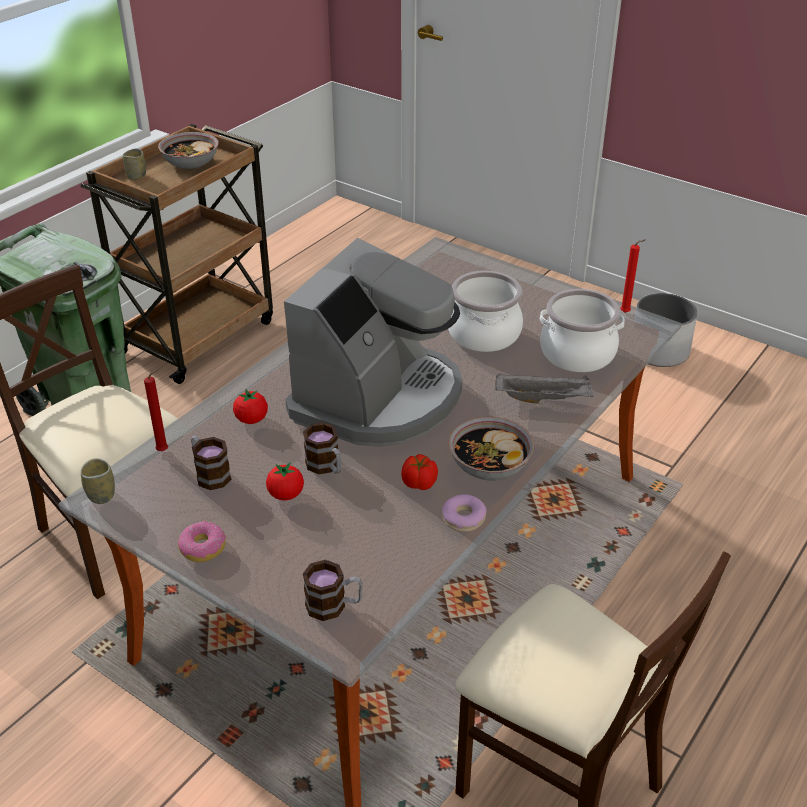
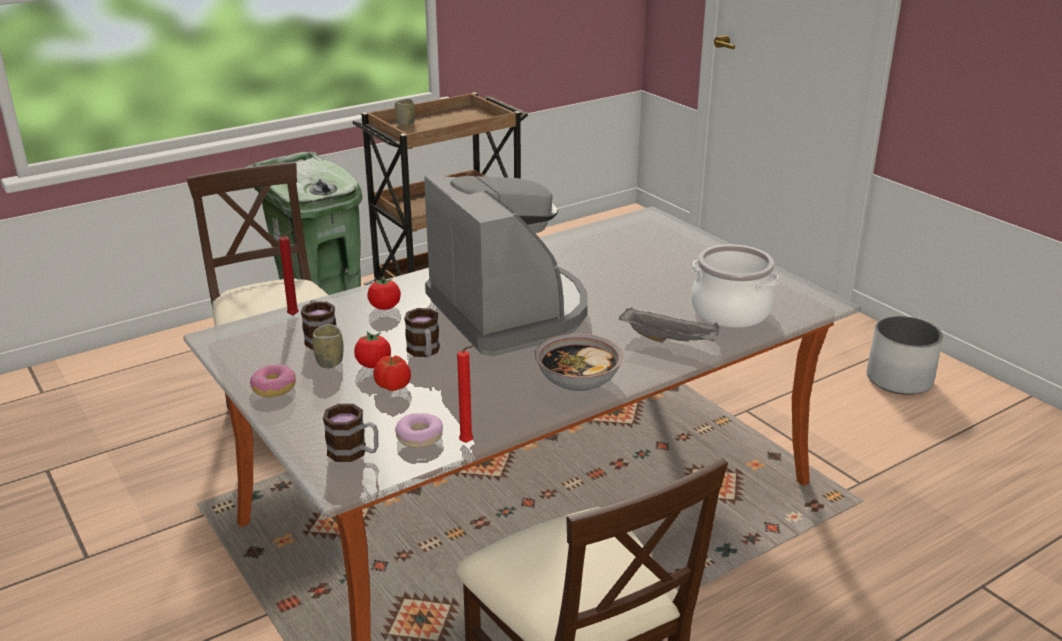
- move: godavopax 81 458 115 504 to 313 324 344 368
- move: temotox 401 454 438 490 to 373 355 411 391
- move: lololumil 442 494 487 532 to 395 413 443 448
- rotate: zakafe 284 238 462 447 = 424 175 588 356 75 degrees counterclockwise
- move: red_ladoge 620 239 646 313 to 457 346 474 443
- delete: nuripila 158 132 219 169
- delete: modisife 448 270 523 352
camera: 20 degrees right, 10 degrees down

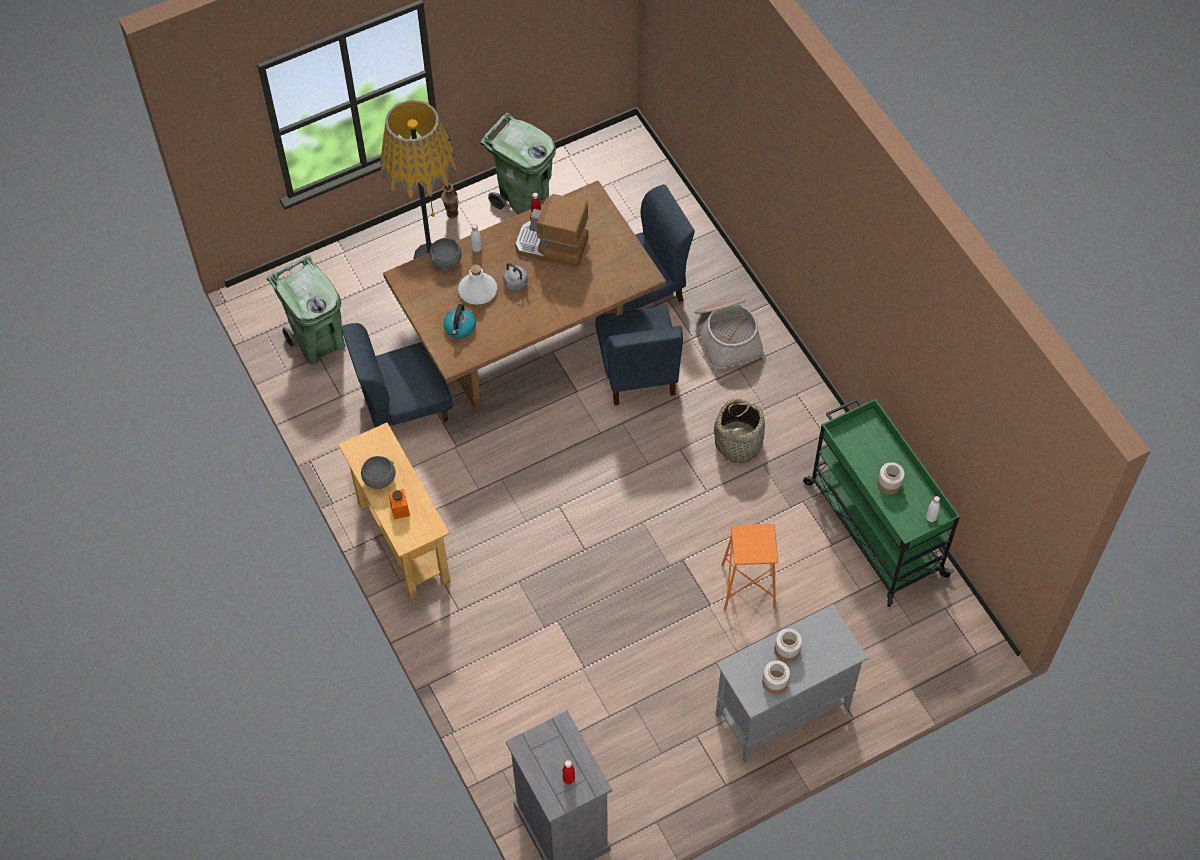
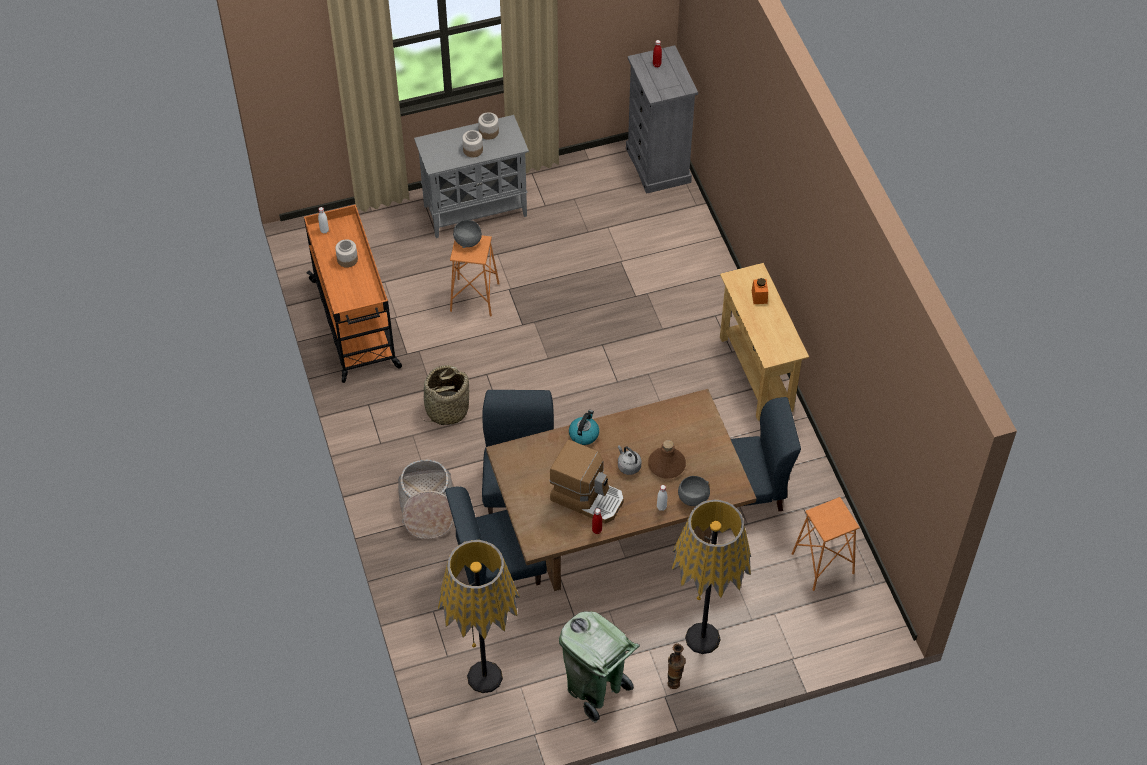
- recolor: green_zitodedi 803 399 960 607 to orange_zitodedi 304 205 402 383
- insert: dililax 438 540 520 693
- move: grey_nuripila 361 456 395 489 to 453 220 482 248
- move: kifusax 443 304 476 338 to 569 410 599 445
- recolor: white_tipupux 458 264 497 305 to brown_tipupux 648 440 686 479
- replace: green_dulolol 266 255 346 365 to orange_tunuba 792 497 860 591
camera: 170 degrees left, 5 degrees down

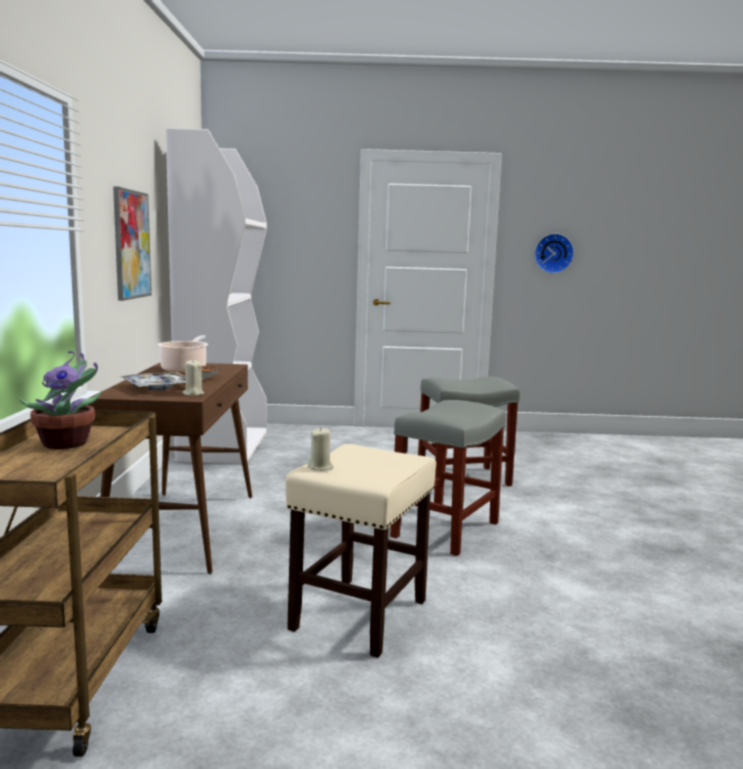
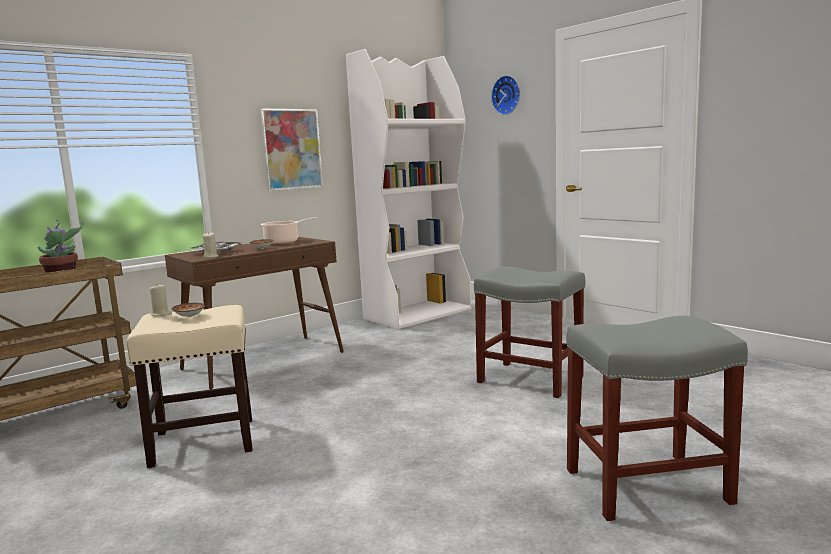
- insert: nuripila 172 303 205 318
- move: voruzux 534 233 574 274 to 491 75 520 115
- move: grey_tunuba 390 400 506 556 to 566 315 748 521
camera: 50 degrees right, 0 degrees up

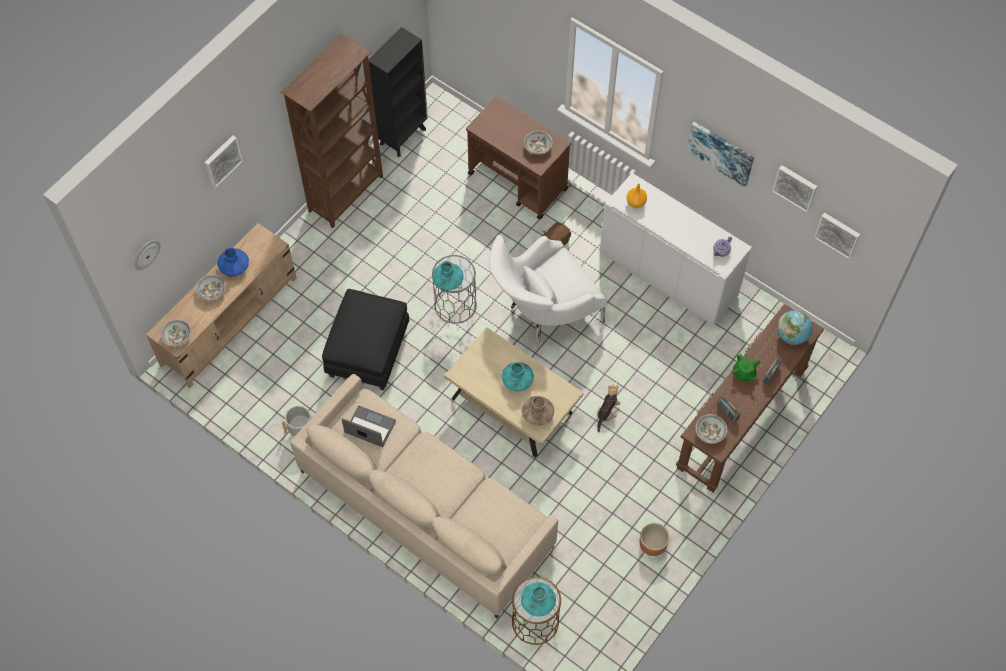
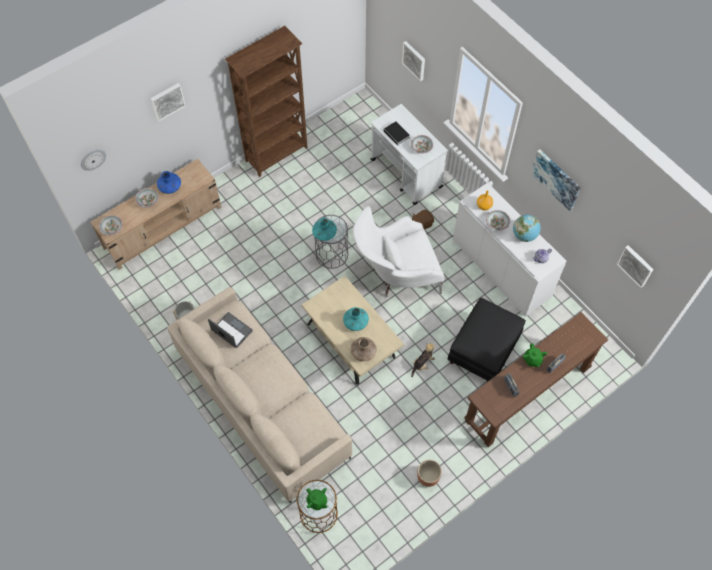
- replace: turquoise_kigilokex 521 582 556 616 to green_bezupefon 306 488 328 510
- recolor: brown_zitodedi 466 97 571 219 to white_zitodedi 371 104 448 205
- insert: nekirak 384 121 410 148
- move: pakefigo 772 165 818 213 to 402 41 425 81
- move: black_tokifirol 322 289 409 390 to 447 298 526 381
- move: nuripila 695 414 728 444 to 486 210 510 231
- move: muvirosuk 777 310 812 345 to 513 215 541 242
- delete: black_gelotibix 368 27 428 157
camera: 15 degrees right, 0 degrees up

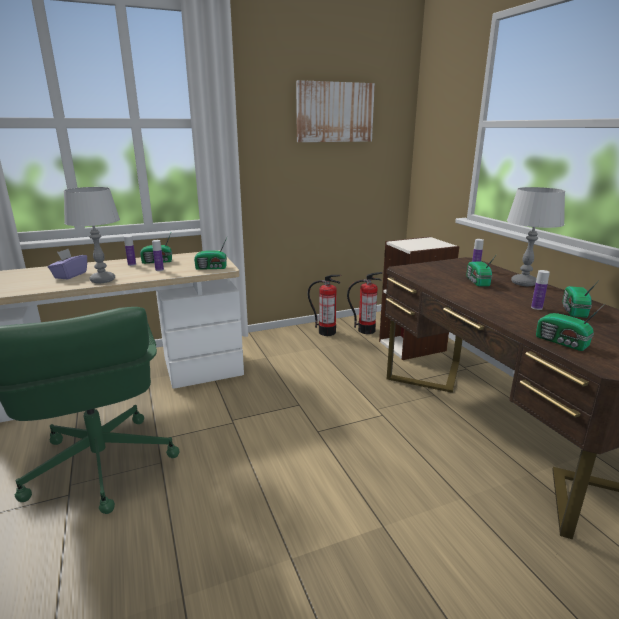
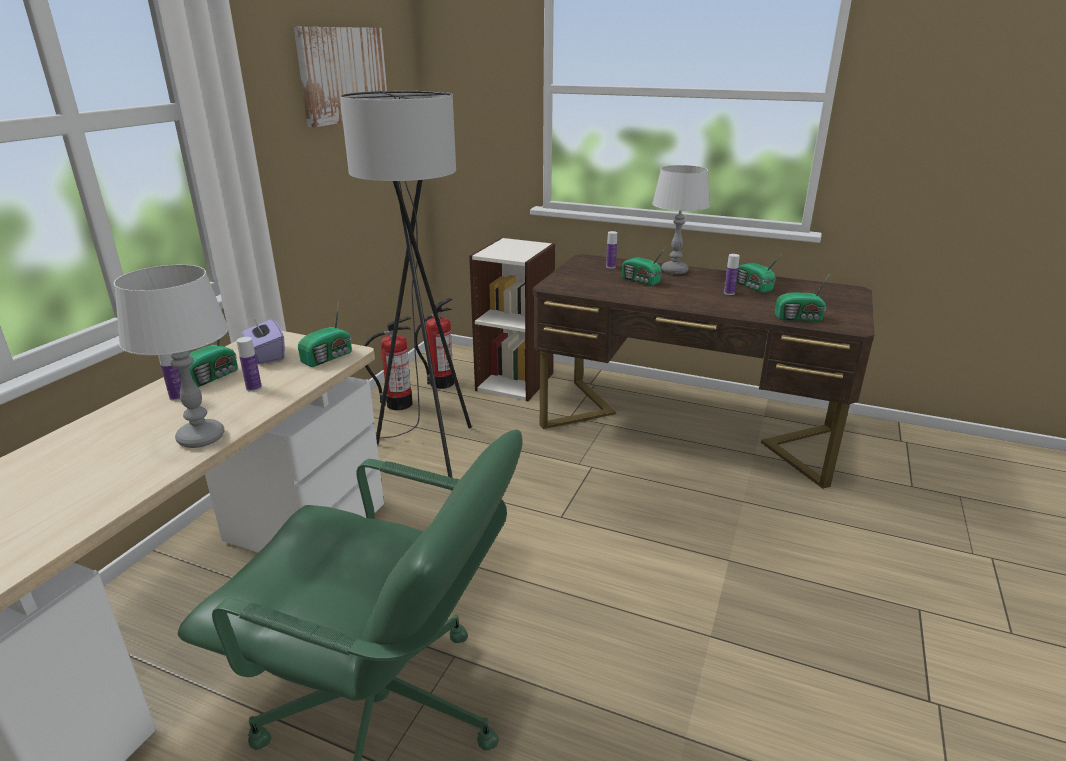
- move: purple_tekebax 48 249 87 280 to 242 315 285 364
- insert: grey_dililax 340 91 472 478
camera: 45 degrees left, 5 degrees up

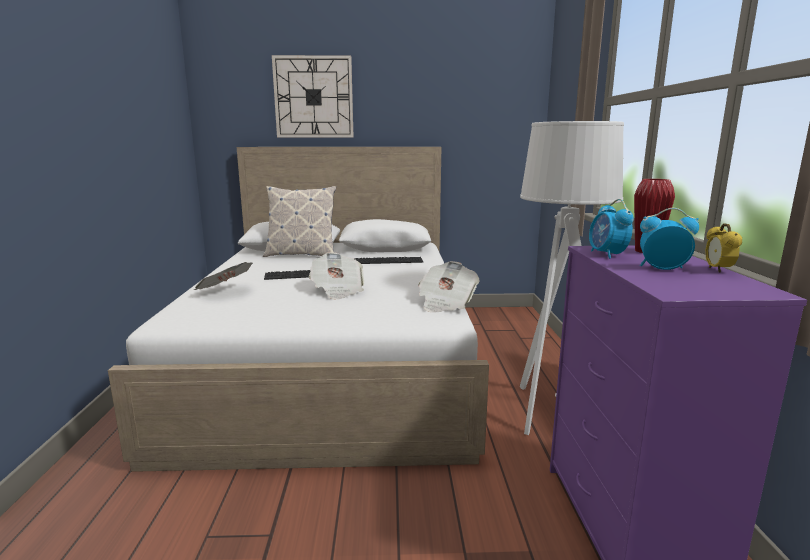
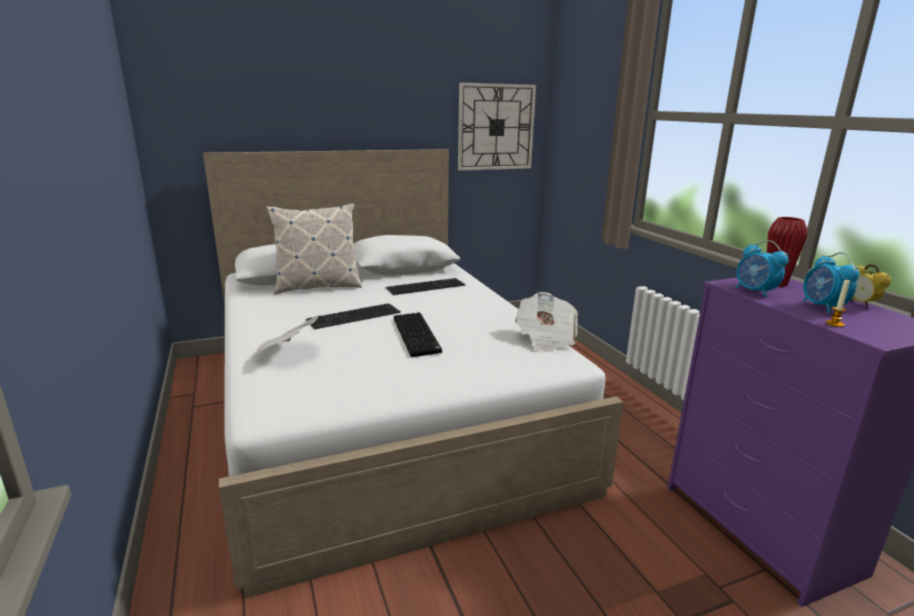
- replace: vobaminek 309 252 364 300 to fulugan 394 312 442 357
- move: voruzux 272 55 354 138 to 458 83 536 171
- rotate: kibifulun 640 208 699 270 = 803 252 860 313 90 degrees counterclockwise
- insert: ladoge 826 279 850 327
- delete: grey_dililax 520 121 624 435
camera: 20 degrees left, 5 degrees up

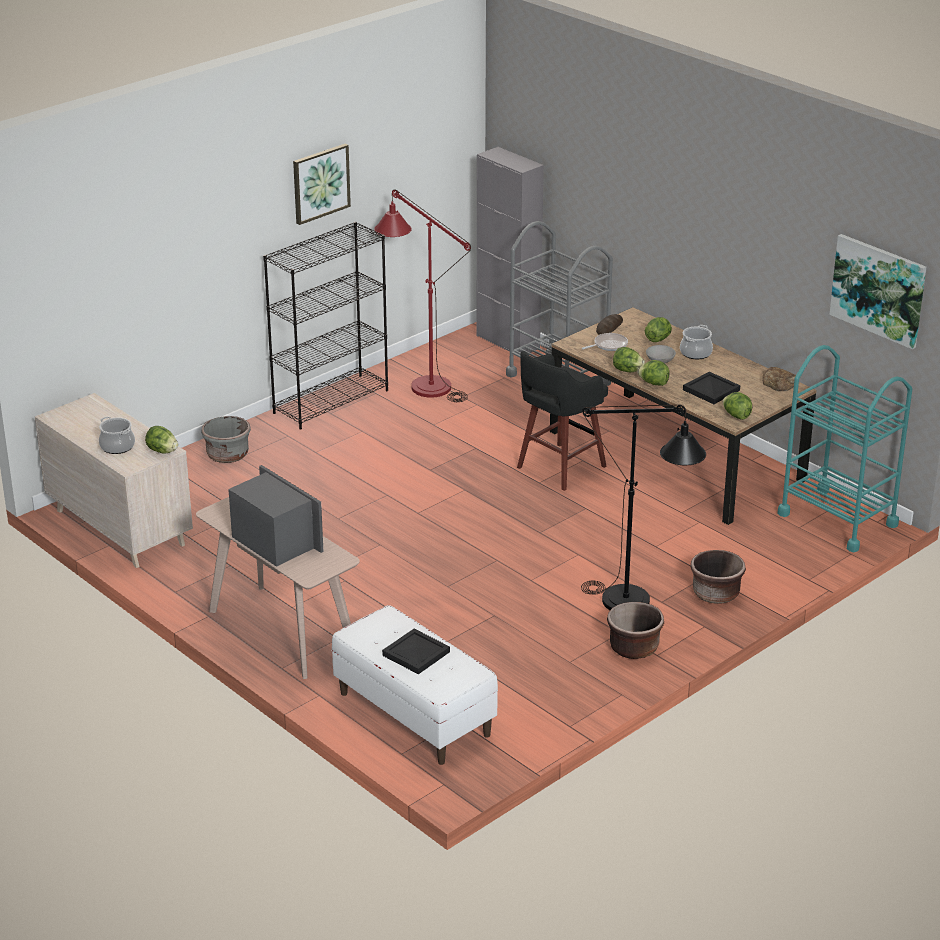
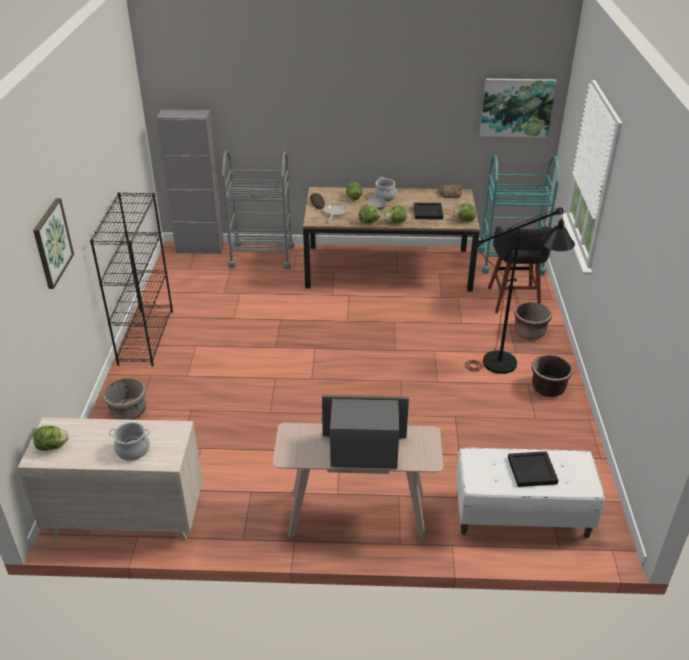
- move: pakefigo 293 144 351 225 to 33 198 74 289
- move: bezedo 145 426 178 454 to 33 425 69 451
- move: black_tunuba 517 351 608 491 to 488 226 553 313
- delete: red_dililax 374 190 471 402
camera: 45 degrees left, 5 degrees up

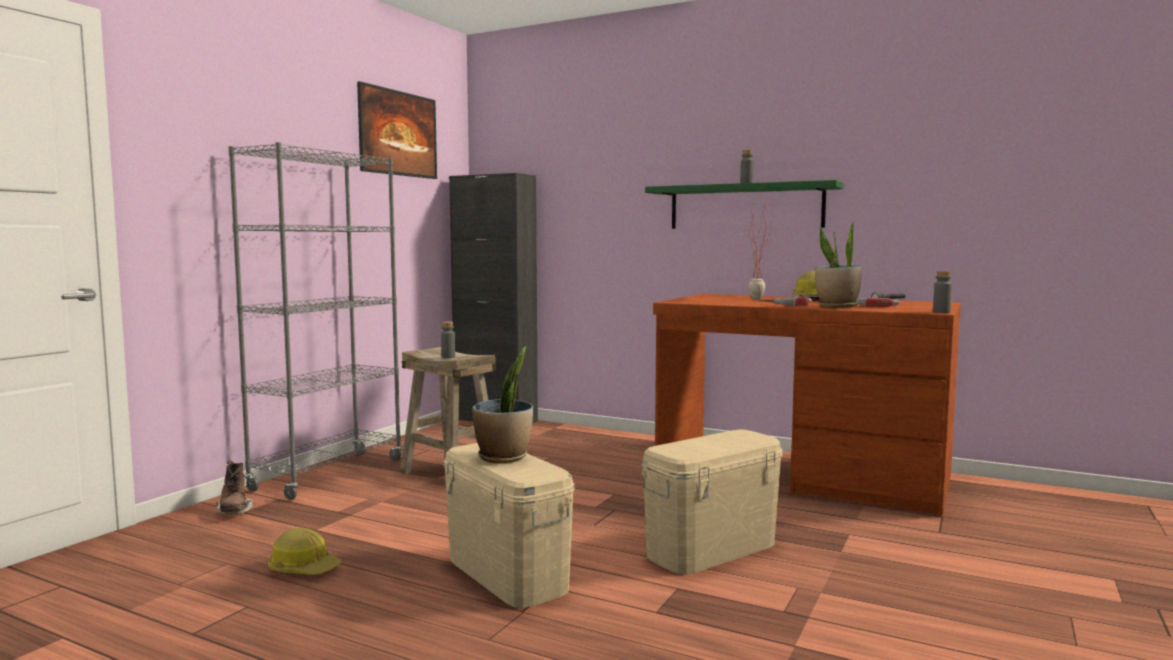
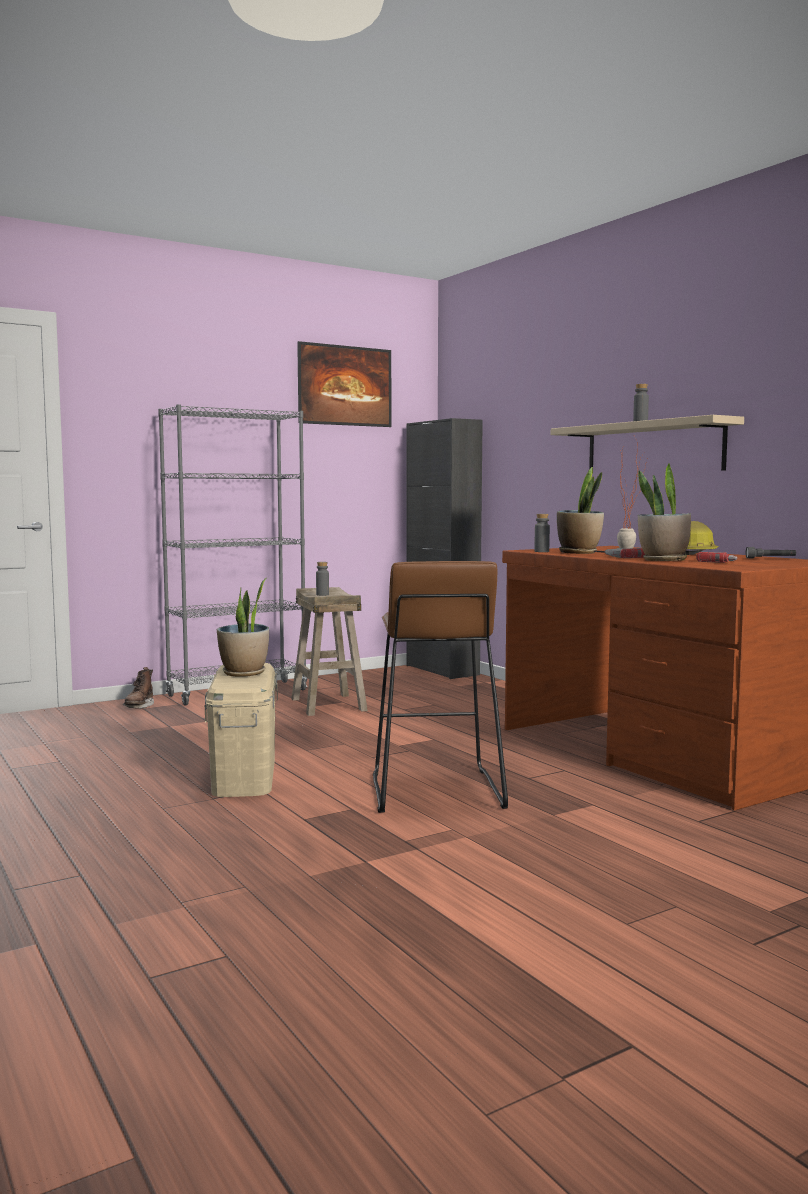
- replace: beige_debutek 641 430 783 575 to brown_tunuba 373 561 508 813
- move: grey_tipupux 933 271 952 313 to 534 514 550 552
- recolor: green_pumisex 645 180 844 229 to beige_pumisex 551 415 744 471
- insert: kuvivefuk 557 467 604 554
- delete: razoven 268 527 341 575
camera: 30 degrees right, 0 degrees up

